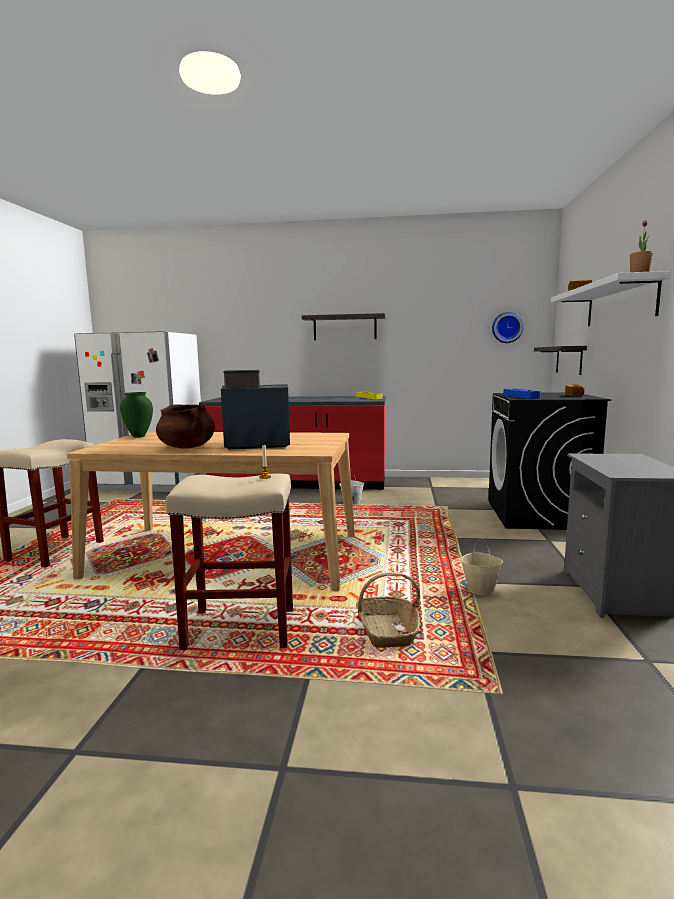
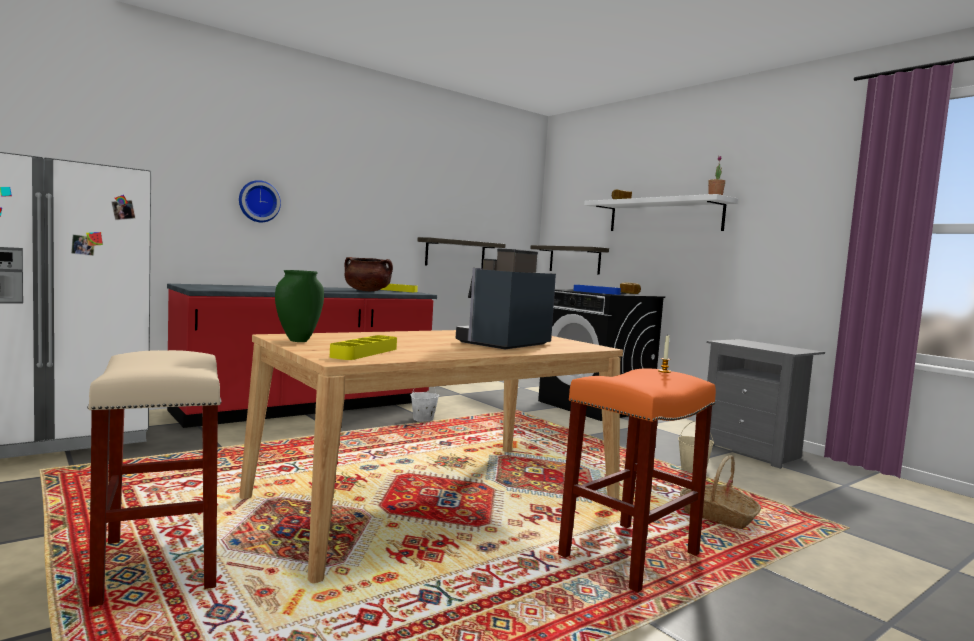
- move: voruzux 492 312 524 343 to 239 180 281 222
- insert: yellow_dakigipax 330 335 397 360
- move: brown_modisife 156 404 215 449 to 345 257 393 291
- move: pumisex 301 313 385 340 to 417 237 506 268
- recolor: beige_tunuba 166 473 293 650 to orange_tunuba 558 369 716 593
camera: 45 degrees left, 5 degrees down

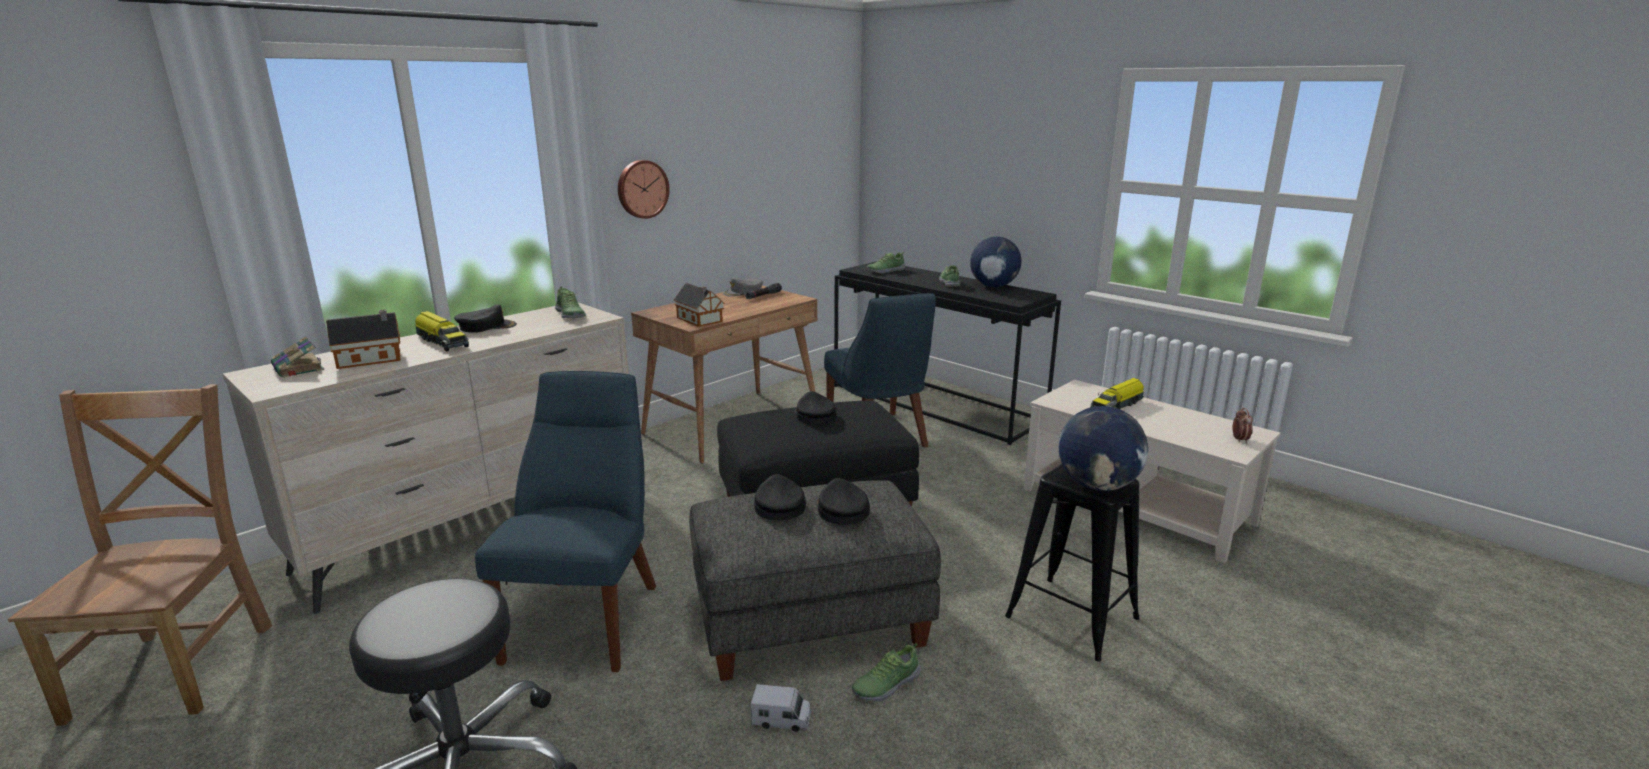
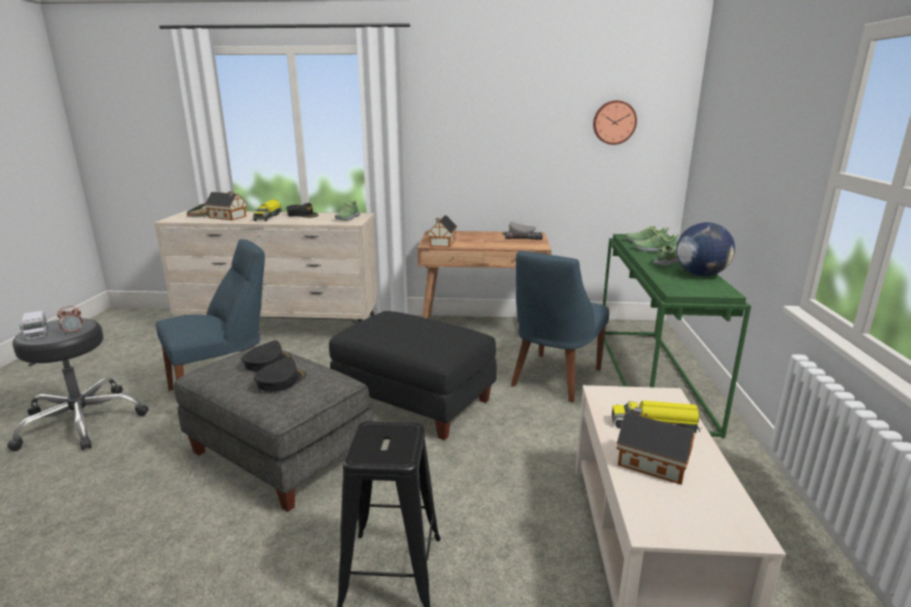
- move: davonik 751 684 811 732 to 19 310 48 340
- move: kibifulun 1233 408 1253 443 to 57 306 83 334
- move: voruzux 618 160 670 219 to 593 100 637 145
- recolor: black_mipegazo 834 261 1061 445 to green_mipegazo 603 234 751 438
- insert: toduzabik 616 407 694 485
- move: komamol 852 643 921 702 to 633 233 680 252
- delete: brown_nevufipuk 8 384 272 726
- delete: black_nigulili 795 391 836 424
- delete: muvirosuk 1058 406 1148 491
camera: 50 degrees right, 0 degrees up

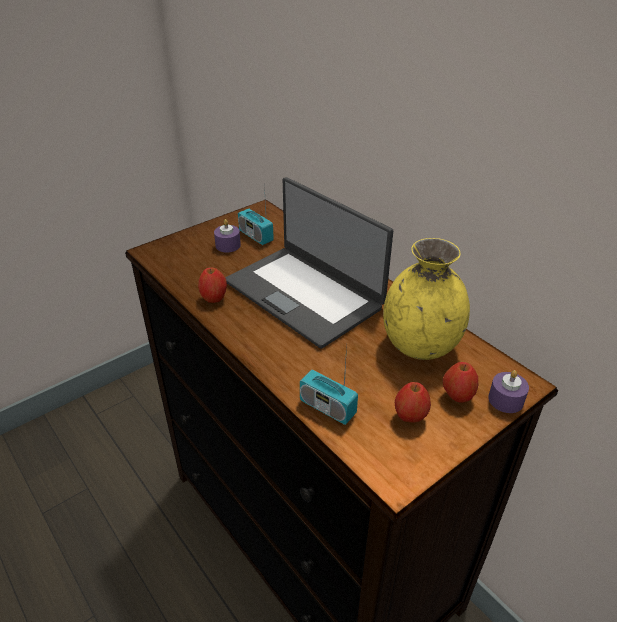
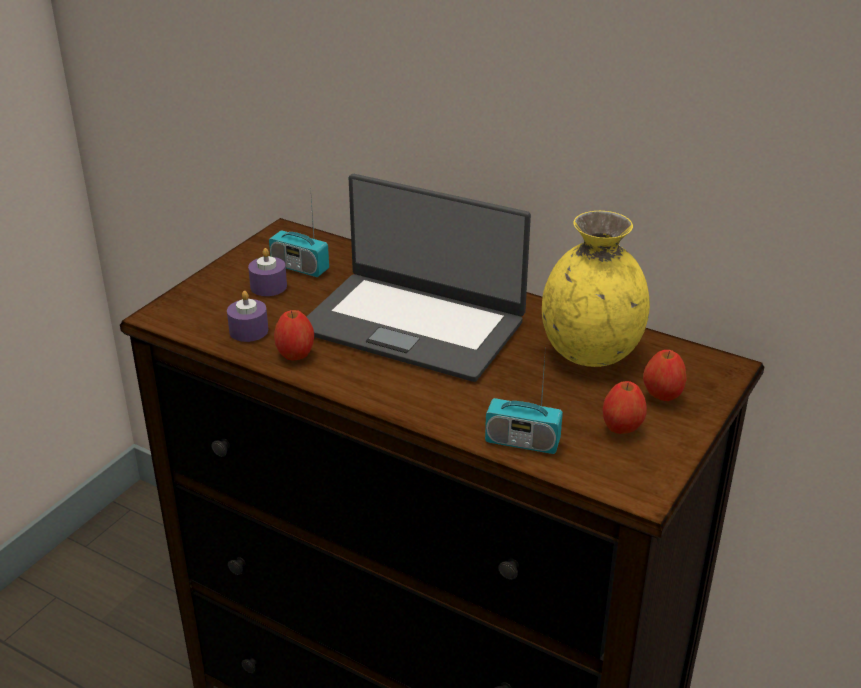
- move: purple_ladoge 488 370 529 413 to 227 291 268 342
camera: 20 degrees left, 5 degrees down

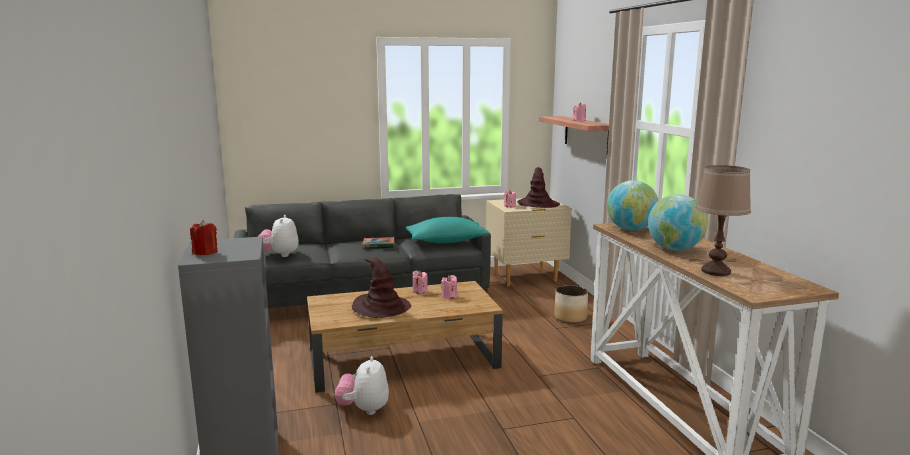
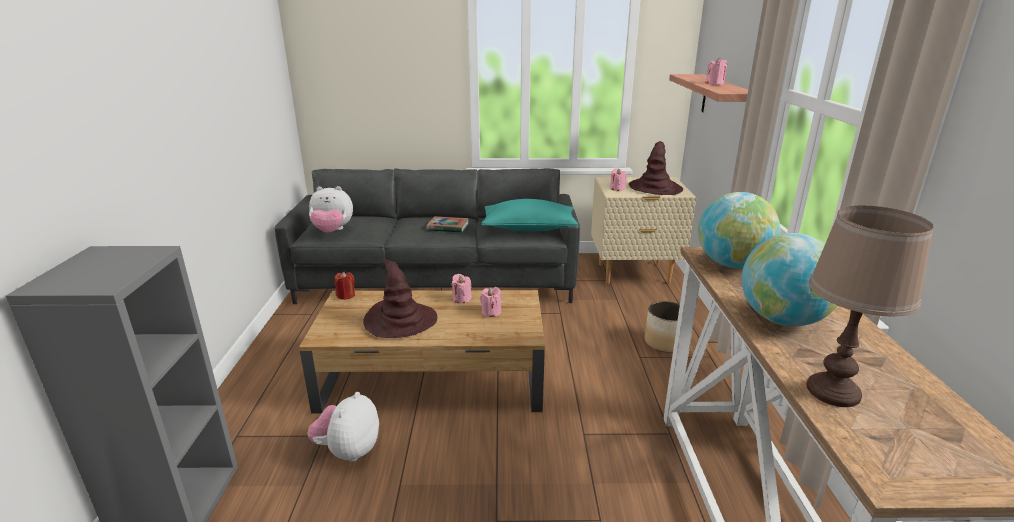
- rotate: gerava 258 215 299 257 = 309 186 353 233 105 degrees counterclockwise
- move: red_ladoge 190 220 217 255 to 334 272 355 300
camera: 15 degrees right, 10 degrees up

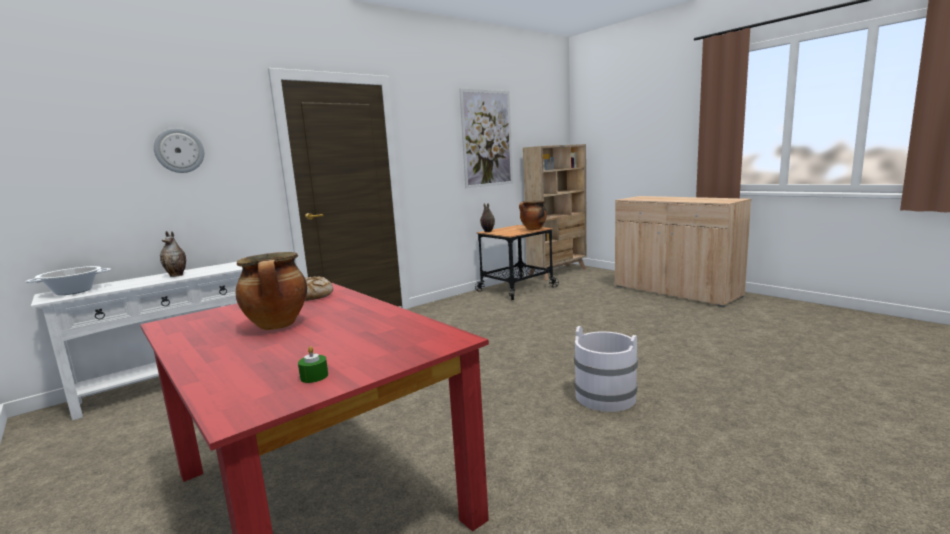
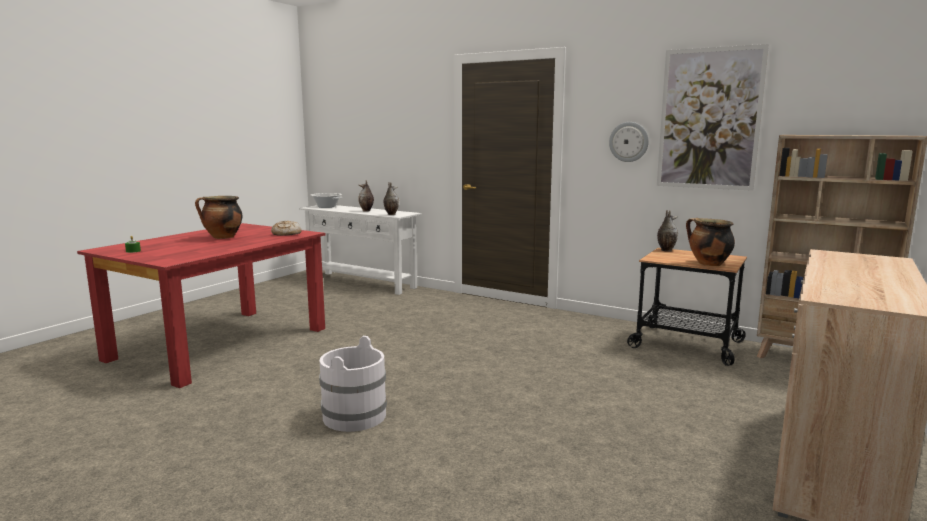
- insert: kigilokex 383 182 399 215
- move: voruzux 154 128 204 173 to 609 122 649 162
camera: 70 degrees right, 0 degrees up

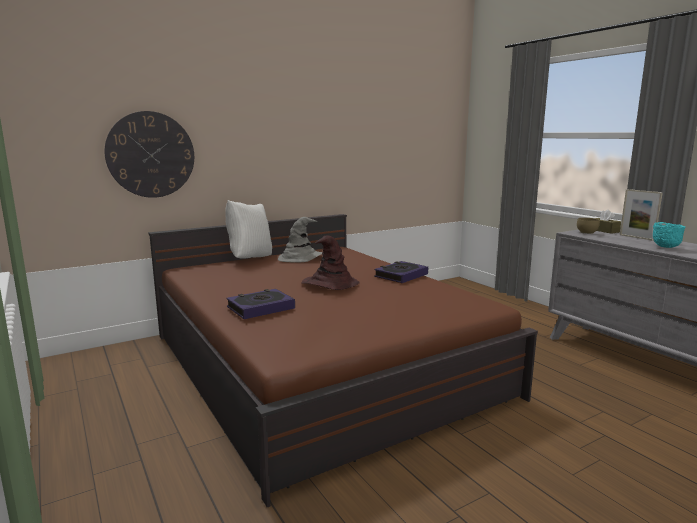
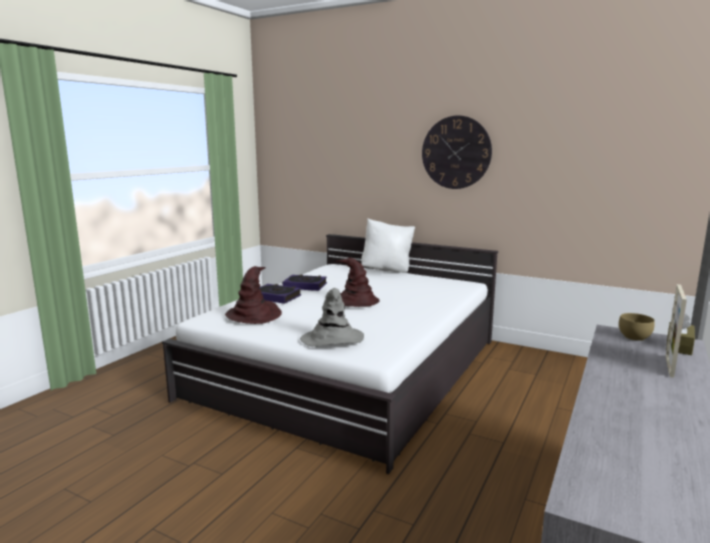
- recolor: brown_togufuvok 148 214 538 508 to white_togufuvok 162 234 498 474
- insert: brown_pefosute 225 266 282 324
- move: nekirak 374 261 428 283 to 282 274 327 291
- move: grey_pefosute 278 217 322 263 to 300 288 364 347
- move: voruzux 105 111 194 198 to 422 115 492 189
- delete: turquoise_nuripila 653 222 685 248
camera: 60 degrees right, 0 degrees up

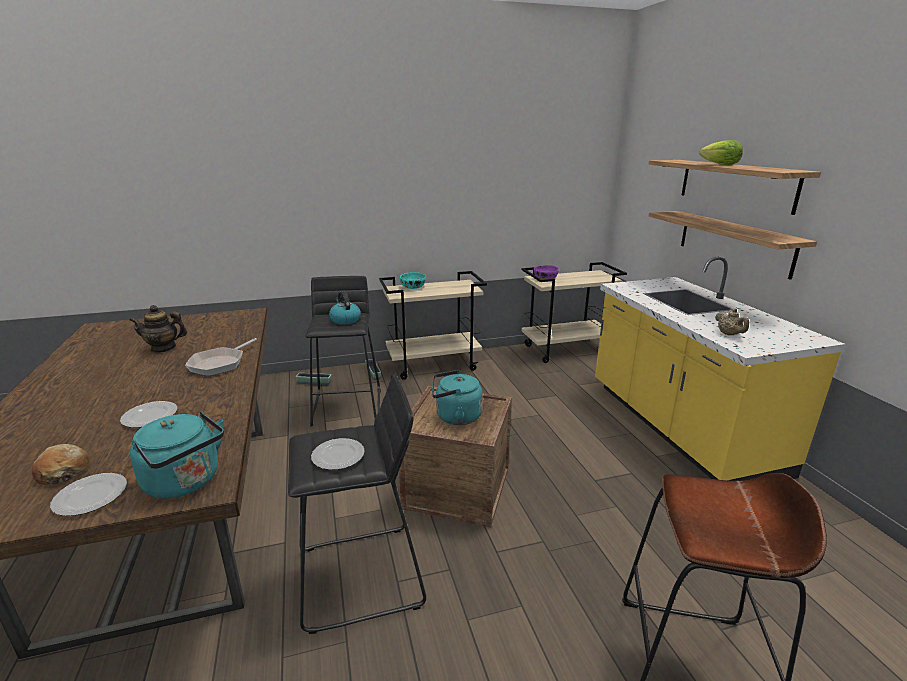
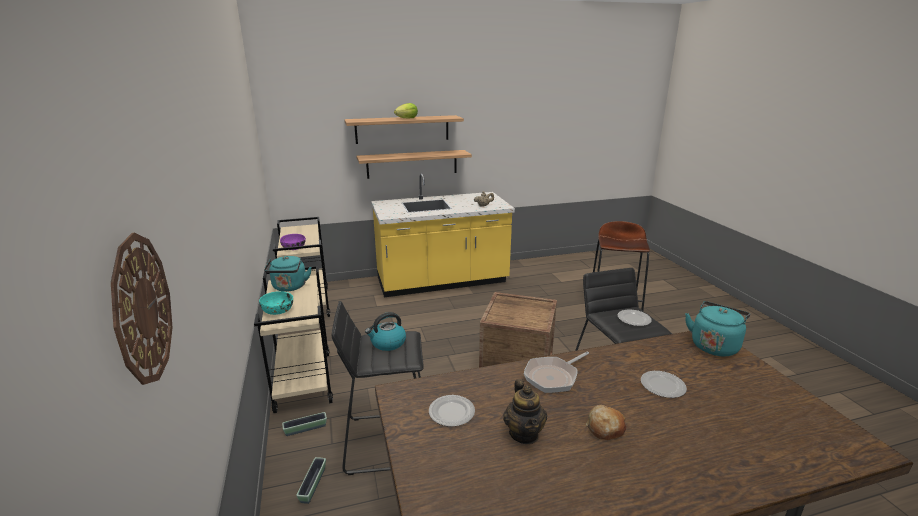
- insert: voruzux 111 233 173 385
- move: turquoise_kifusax 432 370 483 425 to 264 256 312 292
- move: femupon 50 473 127 516 to 429 395 475 427
- rotate: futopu 185 338 257 376 = 524 351 589 393 120 degrees clockwise
- move: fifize 32 444 89 485 to 586 405 626 440
camera: 90 degrees left, 0 degrees up

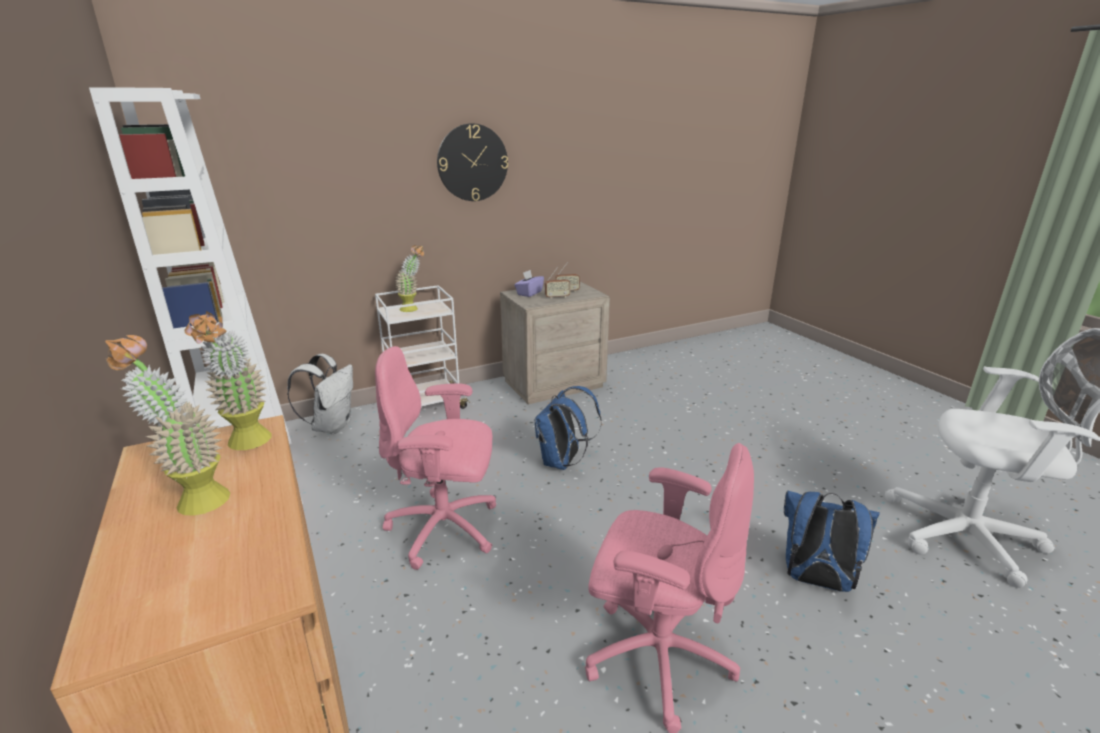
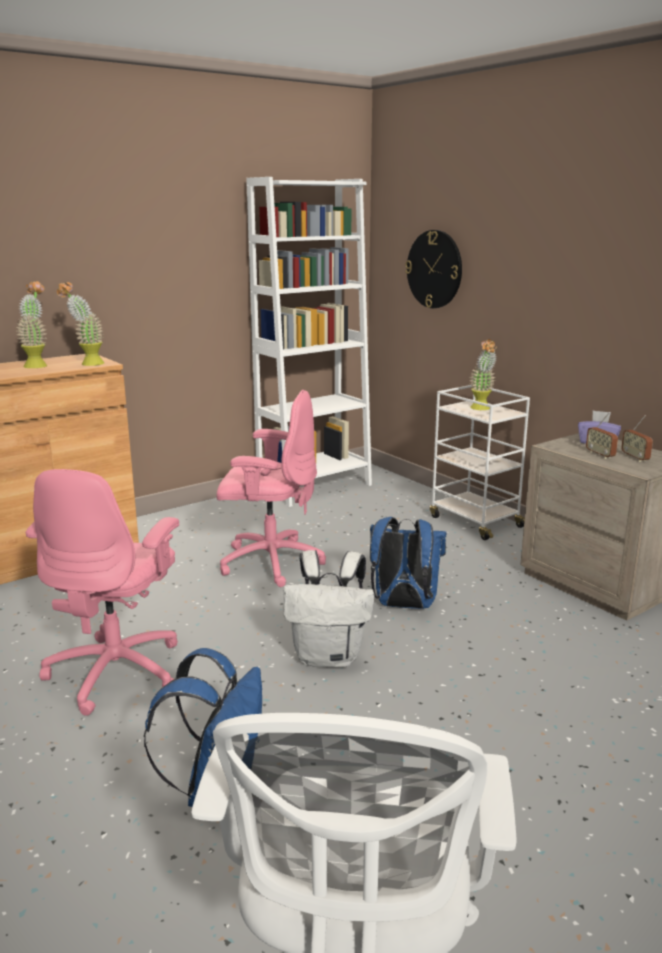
- rotate: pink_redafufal 375 346 496 570 = 216 390 326 587 105 degrees clockwise
- move: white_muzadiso 287 354 353 434 to 284 550 374 668
- move: voruzux 437 123 508 201 to 405 230 462 308
camera: 80 degrees right, 5 degrees down

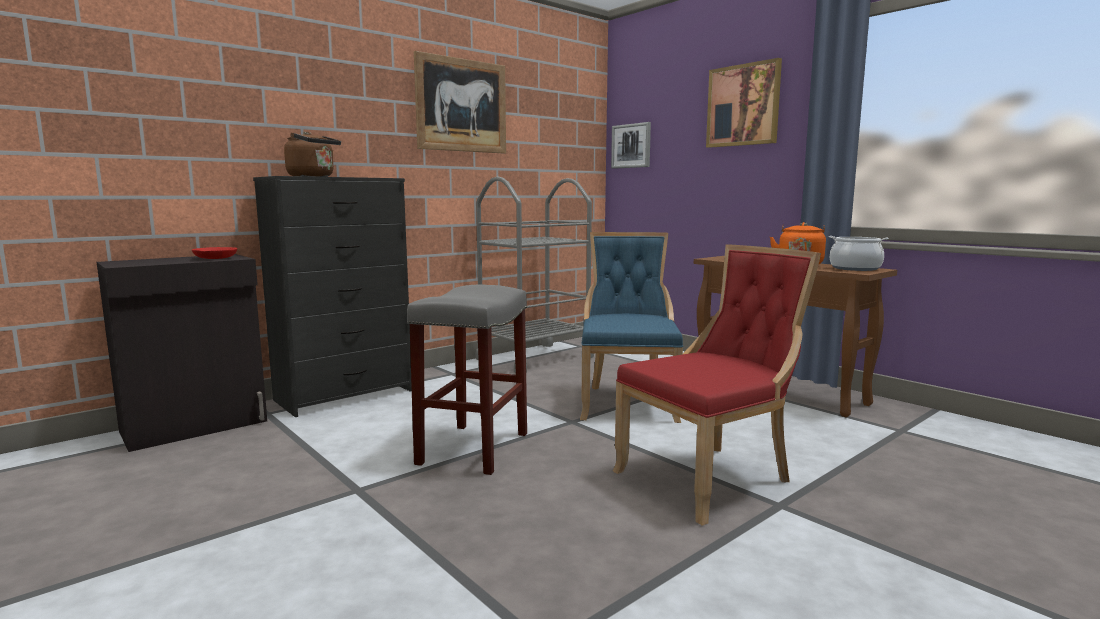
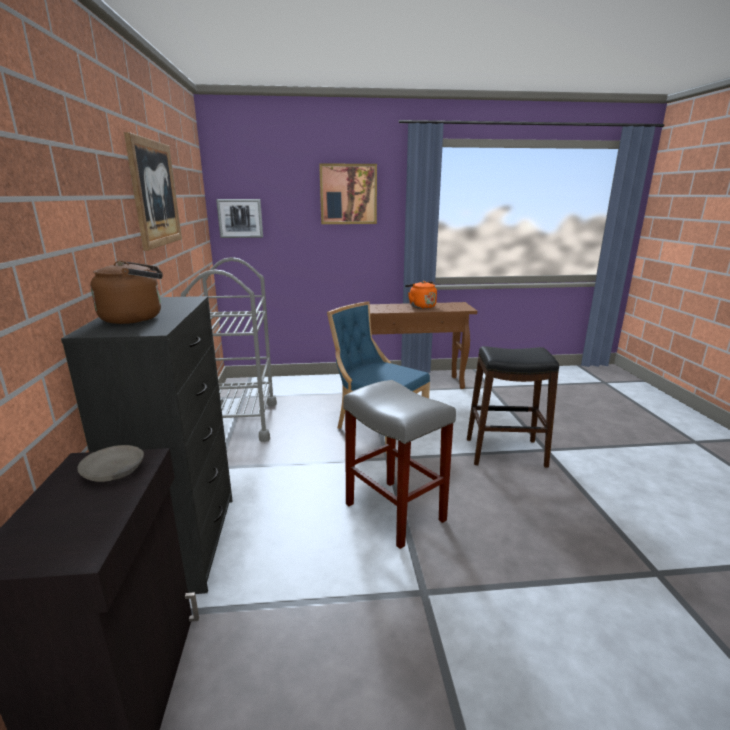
- recolor: red_nuripila 192 247 237 259 to grey_nuripila 77 445 144 482
- replace: red_nevufipuk 613 244 821 526 to black_tunuba 467 346 559 468
- delete: modisife 829 236 889 271
camera: 55 degrees left, 10 degrees up

